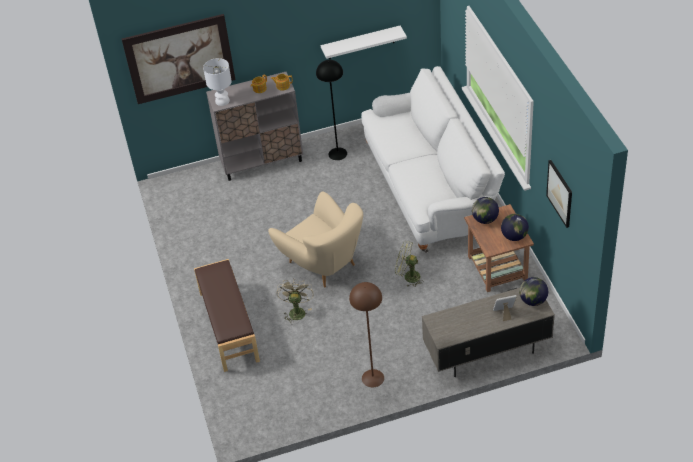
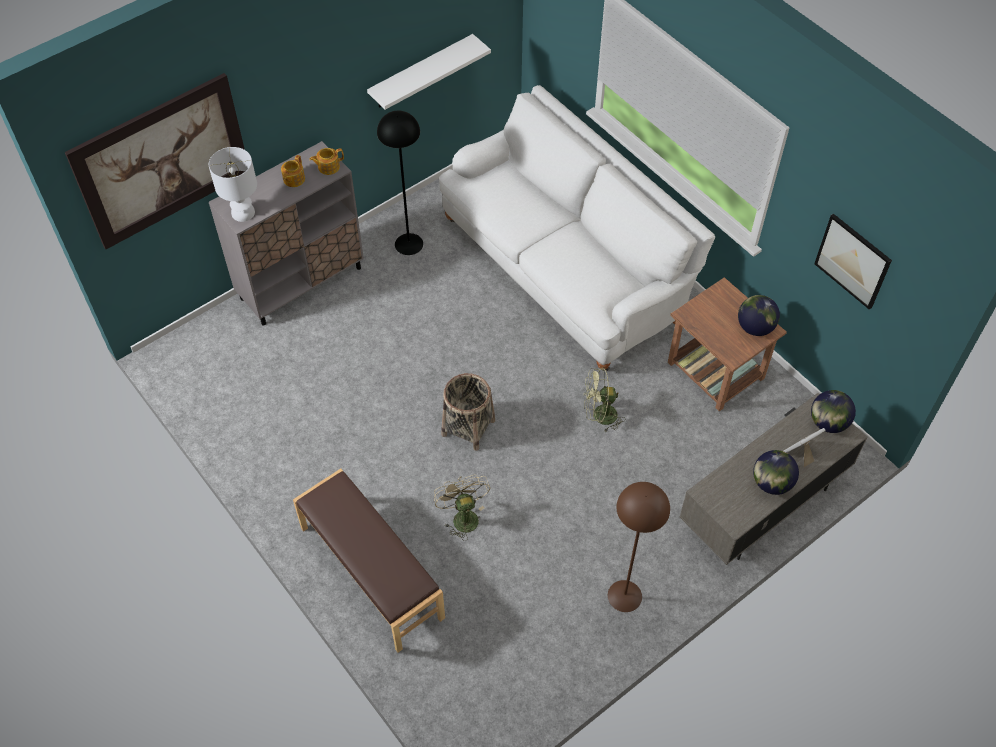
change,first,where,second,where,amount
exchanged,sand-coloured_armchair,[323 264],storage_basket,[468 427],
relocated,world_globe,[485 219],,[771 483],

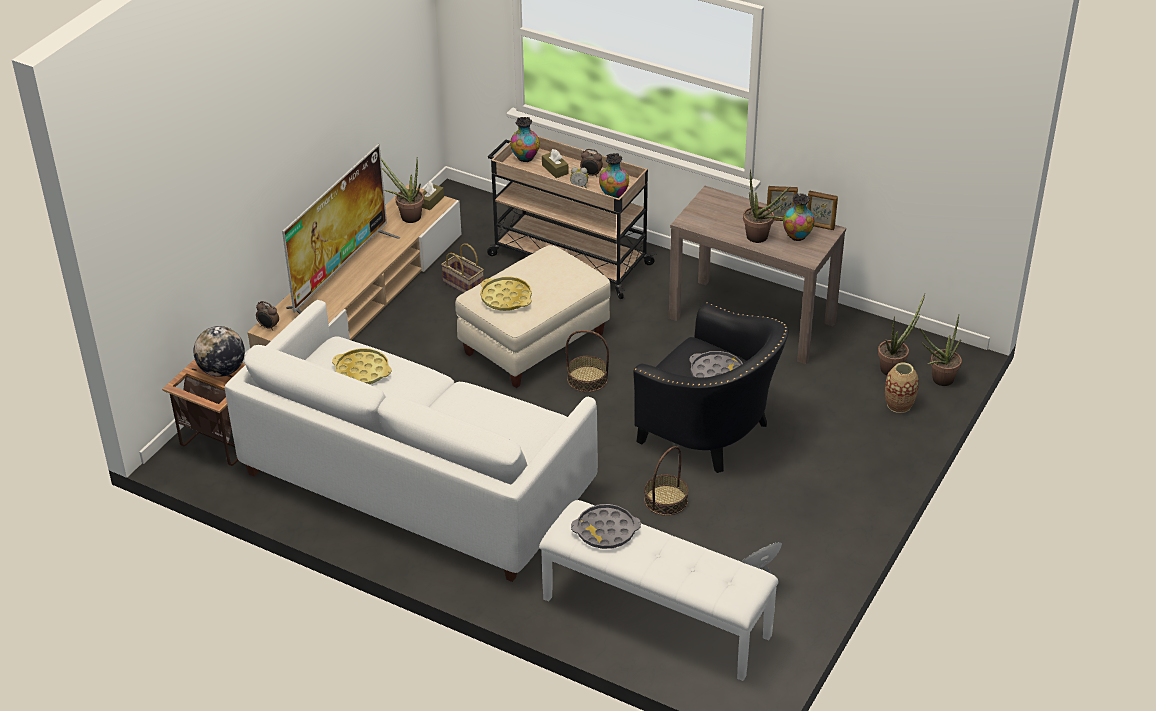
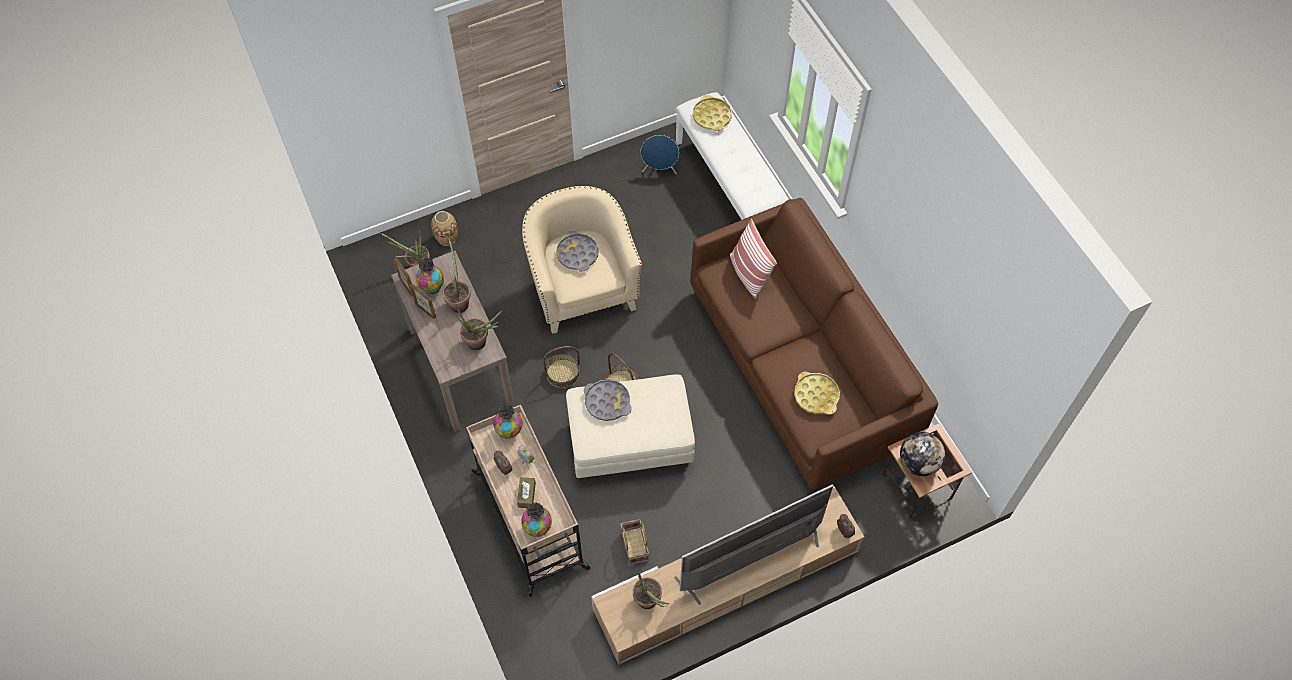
change,first,where,second,where,amount
missing,brownish_tissue_holder,[431 201],,,
relocated,yellowish_tray,[506 298],,[711 116],
colour,white_sofa,[416 481],brownish_sofa,[801 366],
colour,blackish_armchair,[711 433],sand-coloured_armchair,[582 288],
relocated,plant_in_a_pot,[938 380],,[481 343],
relocated,storage_basket,[666 500],,[563 373],
relocated,grey_tray,[606 531],,[607 402],
appeared,,,throw_pillow,[748 274],

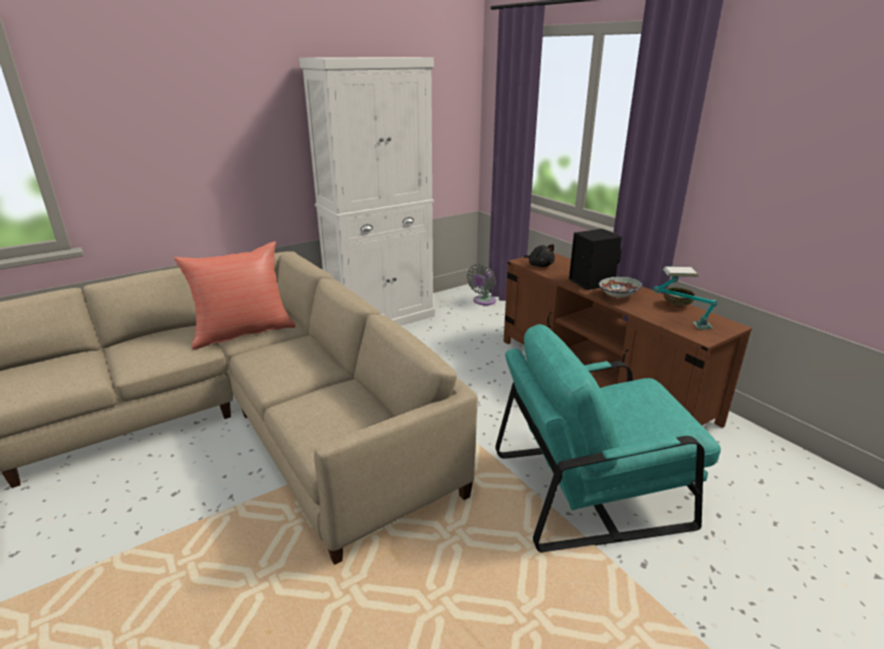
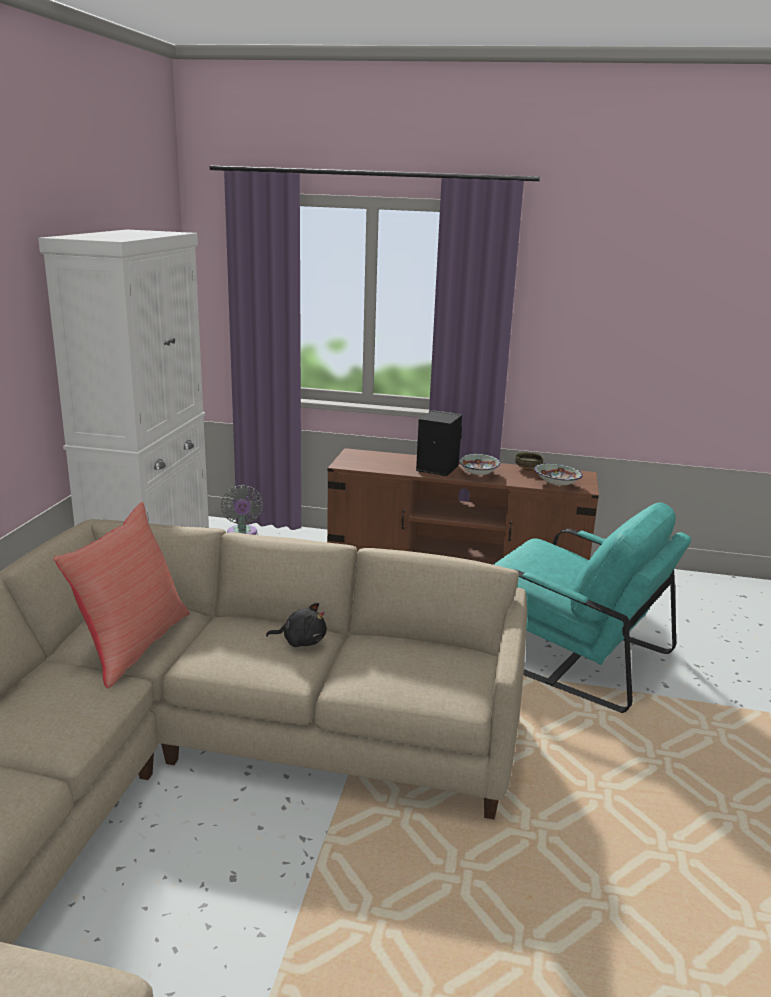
change,first,where,second,where,amount
relocated,blackish_plush_toy,[539 265],,[301 641],
exchanged,table_lamp,[679 325],deep_dish,[556 484],
spun,blue-green_armchair,[593 487],,[571 653],90 degrees counterclockwise

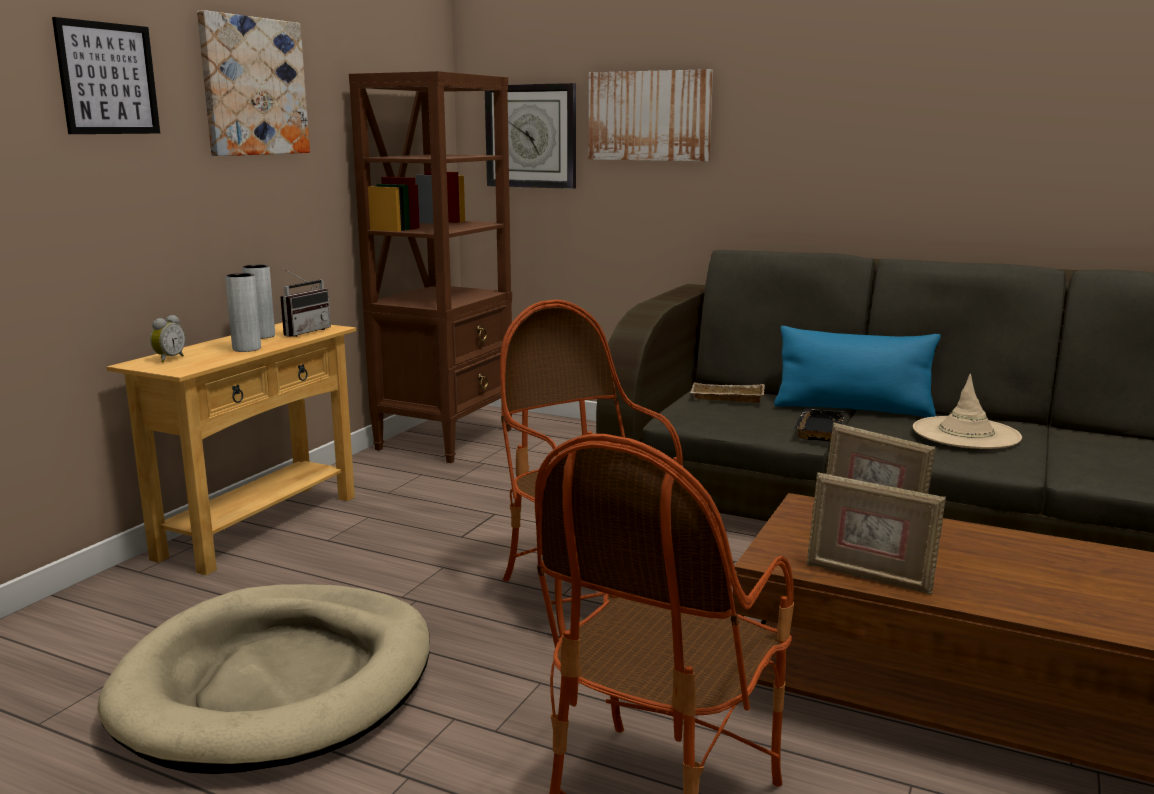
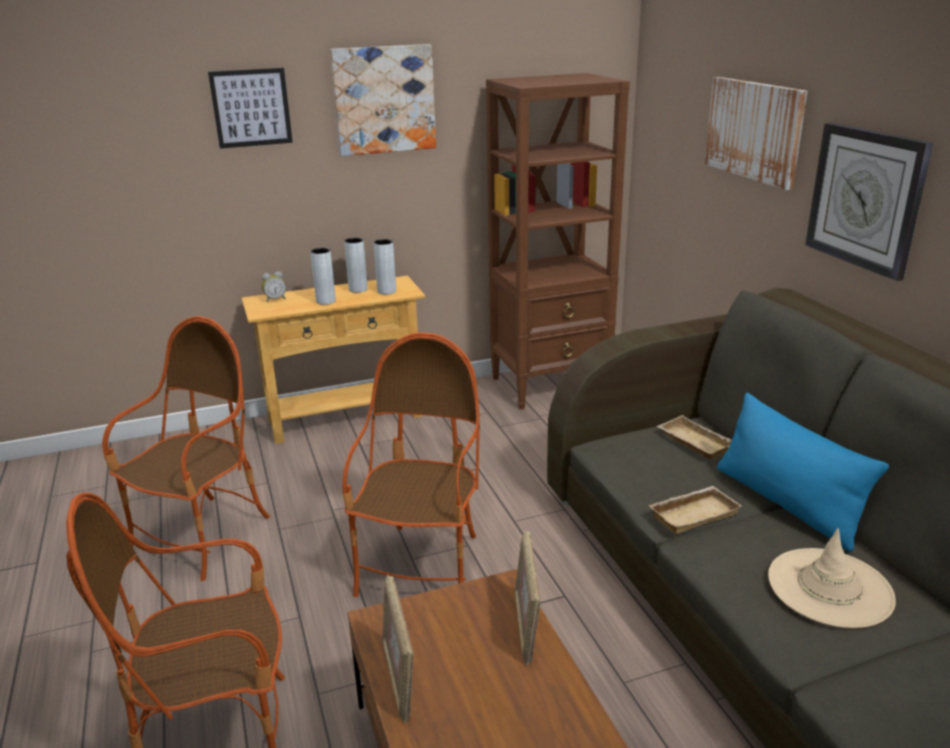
change,first,where,second,where,amount
relocated,hanging_clock,[531 136],,[865 198],
exchanged,radio,[303 332],grey_flower_vase,[386 291],
colour,blackish_tray,[817 429],sand-coloured_tray,[693 513],
exchanged,sand-coloured_pet_bed,[278 683],armchair,[202 537],

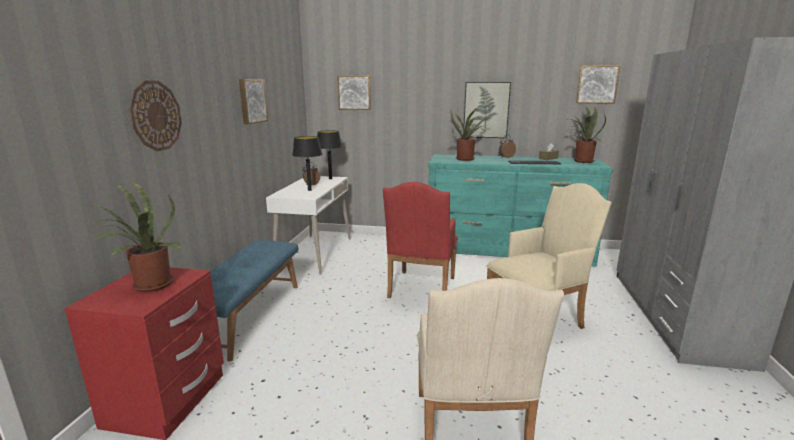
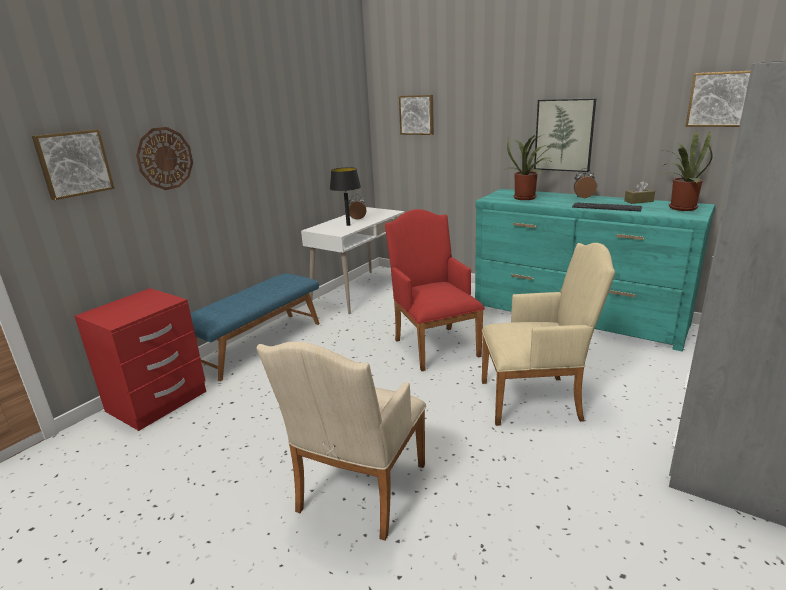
change,first,where,second,where,amount
relocated,picture,[252 101],,[73 163],
missing,blackish_table_lamp,[330 178],,,
missing,plant_in_a_pot,[149 286],,,
spun,reddish_armchair,[420 289],,[434 345],120 degrees clockwise

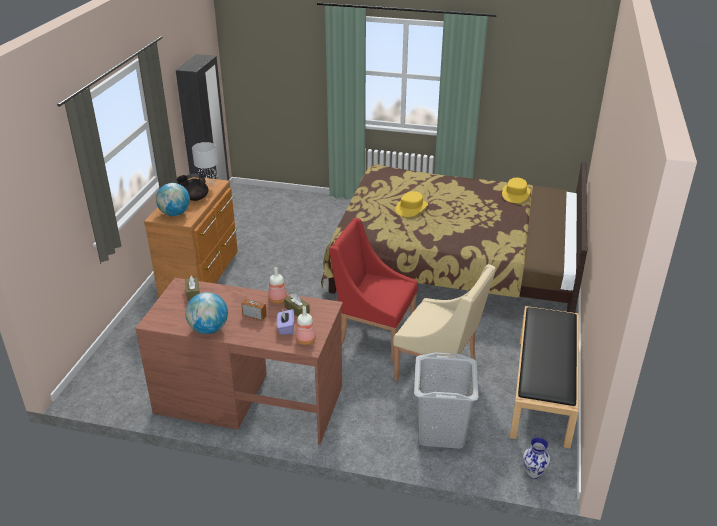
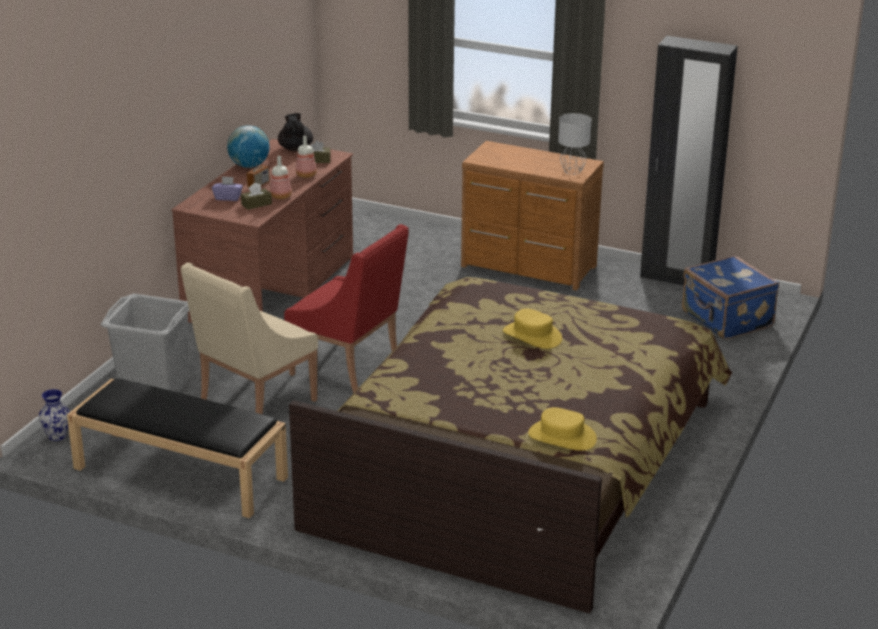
change,first,where,second,where,amount
relocated,blackish_tea_pot,[195 198],,[295 148],
missing,world_globe,[175 214],,,
spun,reddish_armchair,[373 335],,[349 369],90 degrees clockwise
relocated,drink_bottle,[305 340],,[307 175],
appeared,,,bluish_travel_case,[726 320],

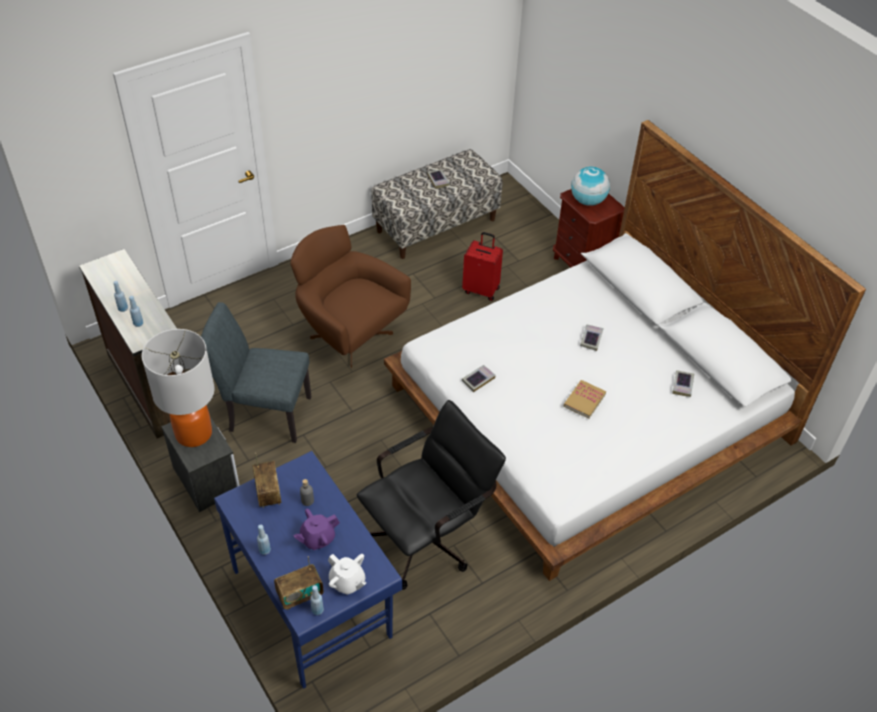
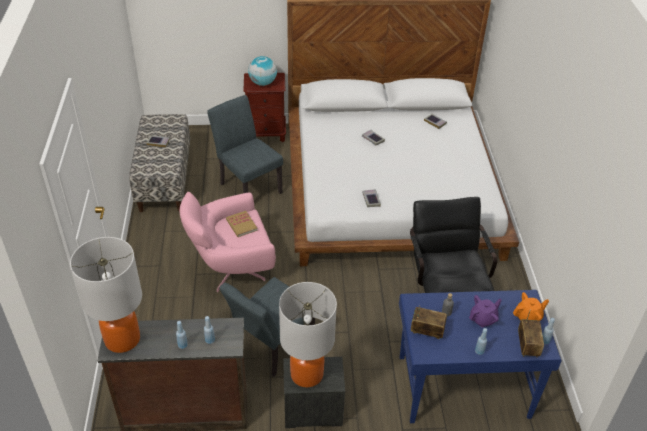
change,first,where,second,where,amount
colour,brownish_armchair,[349 334],pink-coloured_armchair,[231 269],
exchanged,reddish_travel_case,[481 290],grey_chair,[248 186],
relocated,bound_book,[584 400],,[241 225],
spun,purple-coloured_tea_pot,[317 538],,[483 319],120 degrees counterclockwise
colour,white_tea_pot,[347 582],orange-coloured_tea_pot,[528 317],
appeared,,,table_lamp,[122 339],

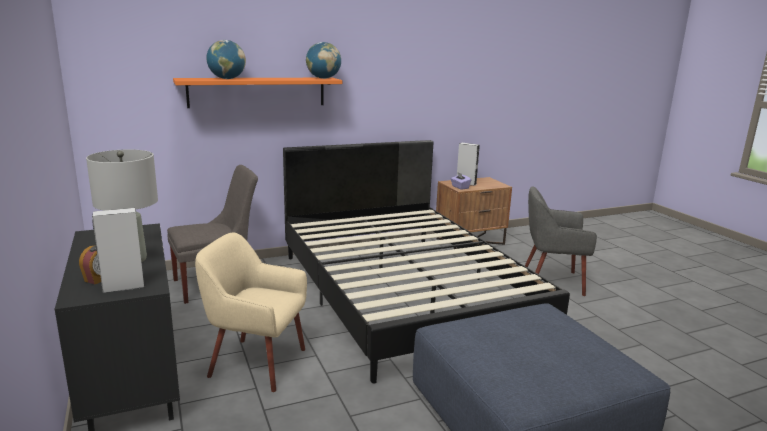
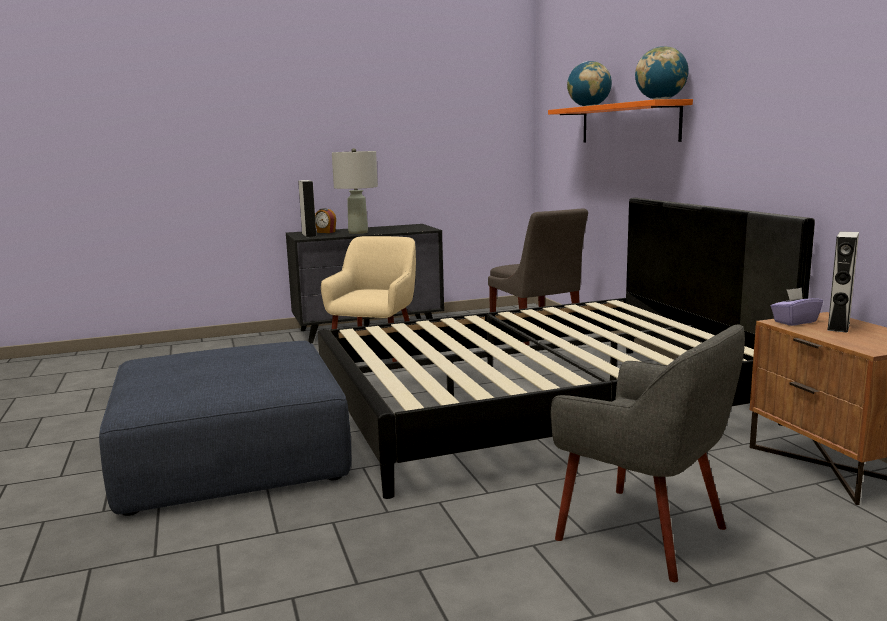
change,first,where,second,where,amount
spun,grey_armchair,[551 281],,[644 533],120 degrees clockwise

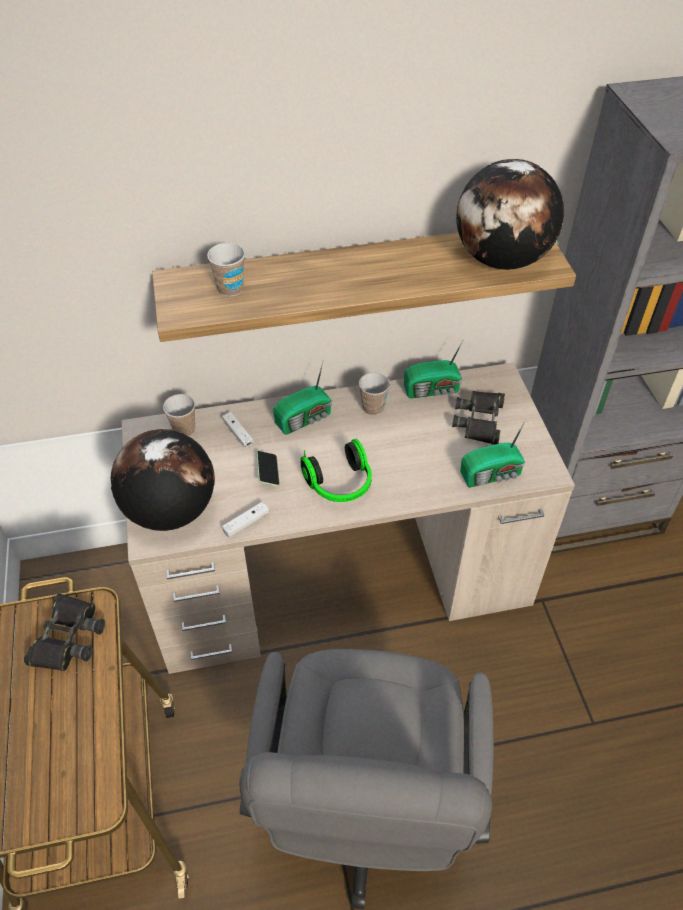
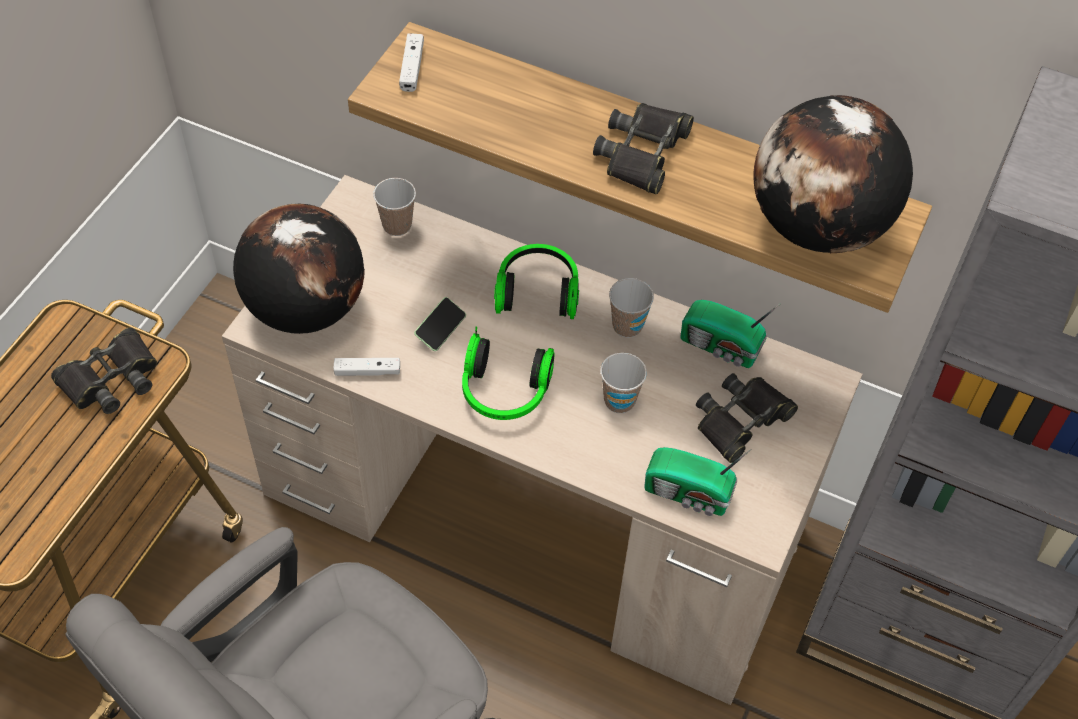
change,first,where,second,where,amount
relocated,cup,[230 289],,[619 401],
exchanged,radio,[305 419],headset,[537 292],
relocated,white_joypad,[238 433],,[412 68],
appeared,,,blackish_field_glasses,[643 153],

